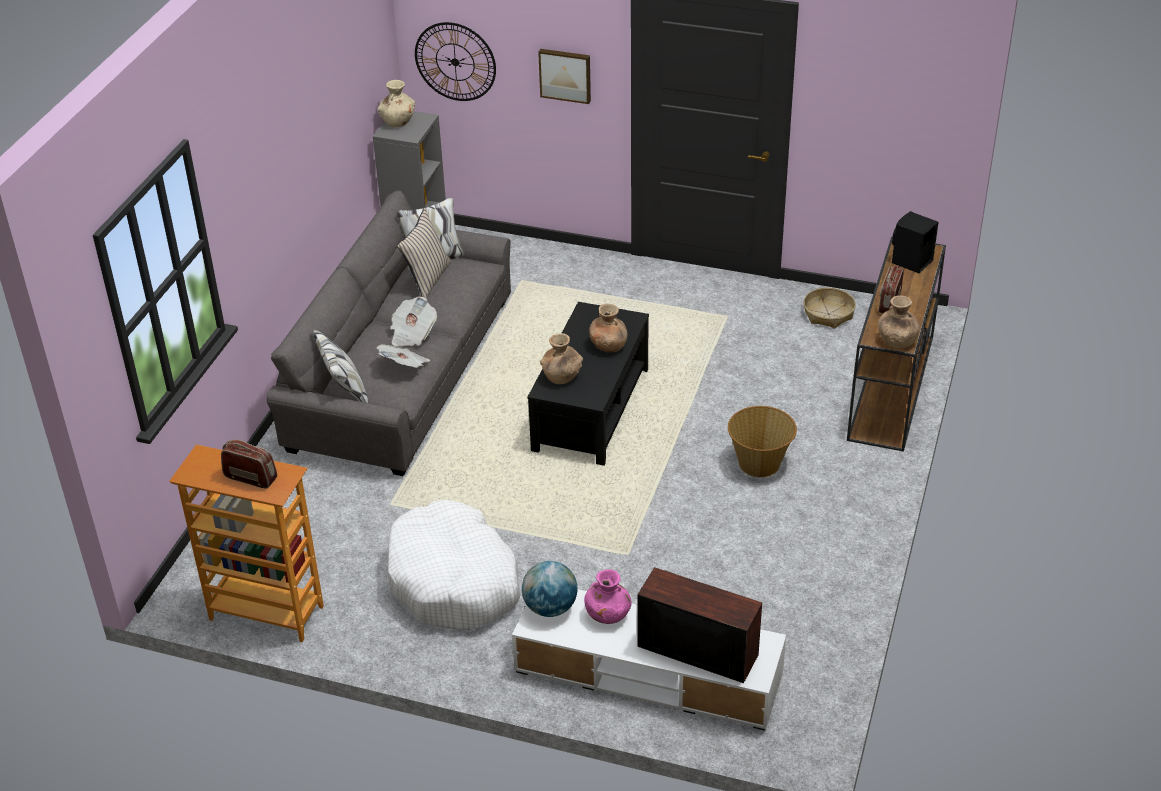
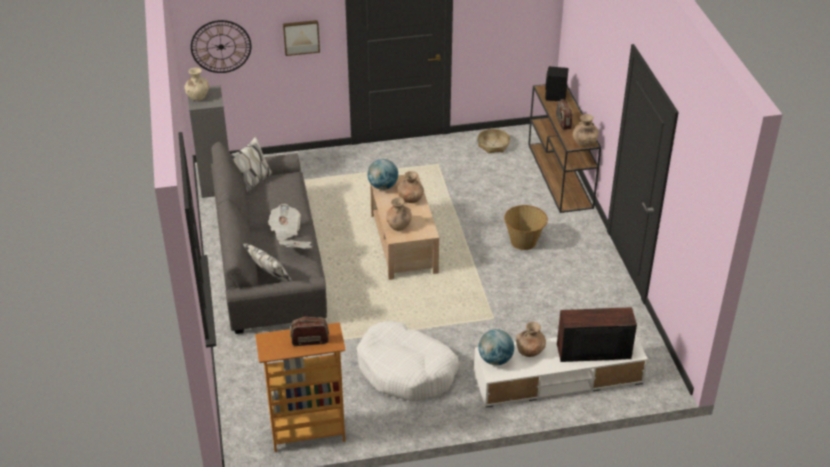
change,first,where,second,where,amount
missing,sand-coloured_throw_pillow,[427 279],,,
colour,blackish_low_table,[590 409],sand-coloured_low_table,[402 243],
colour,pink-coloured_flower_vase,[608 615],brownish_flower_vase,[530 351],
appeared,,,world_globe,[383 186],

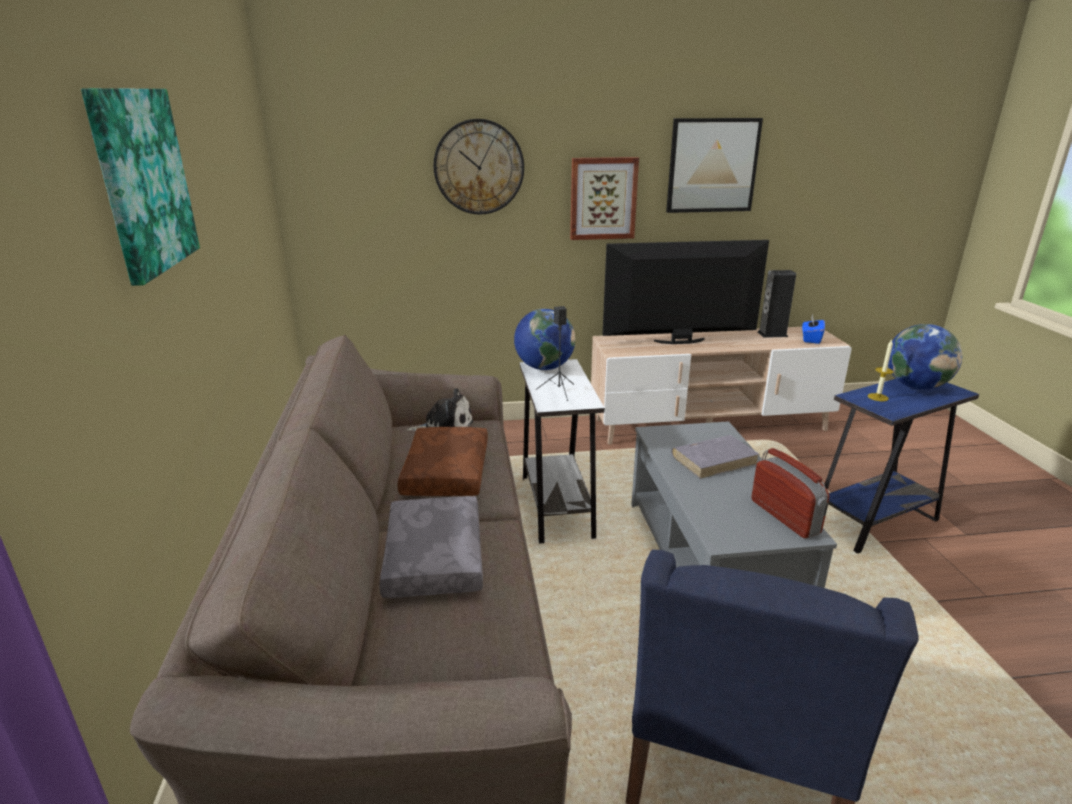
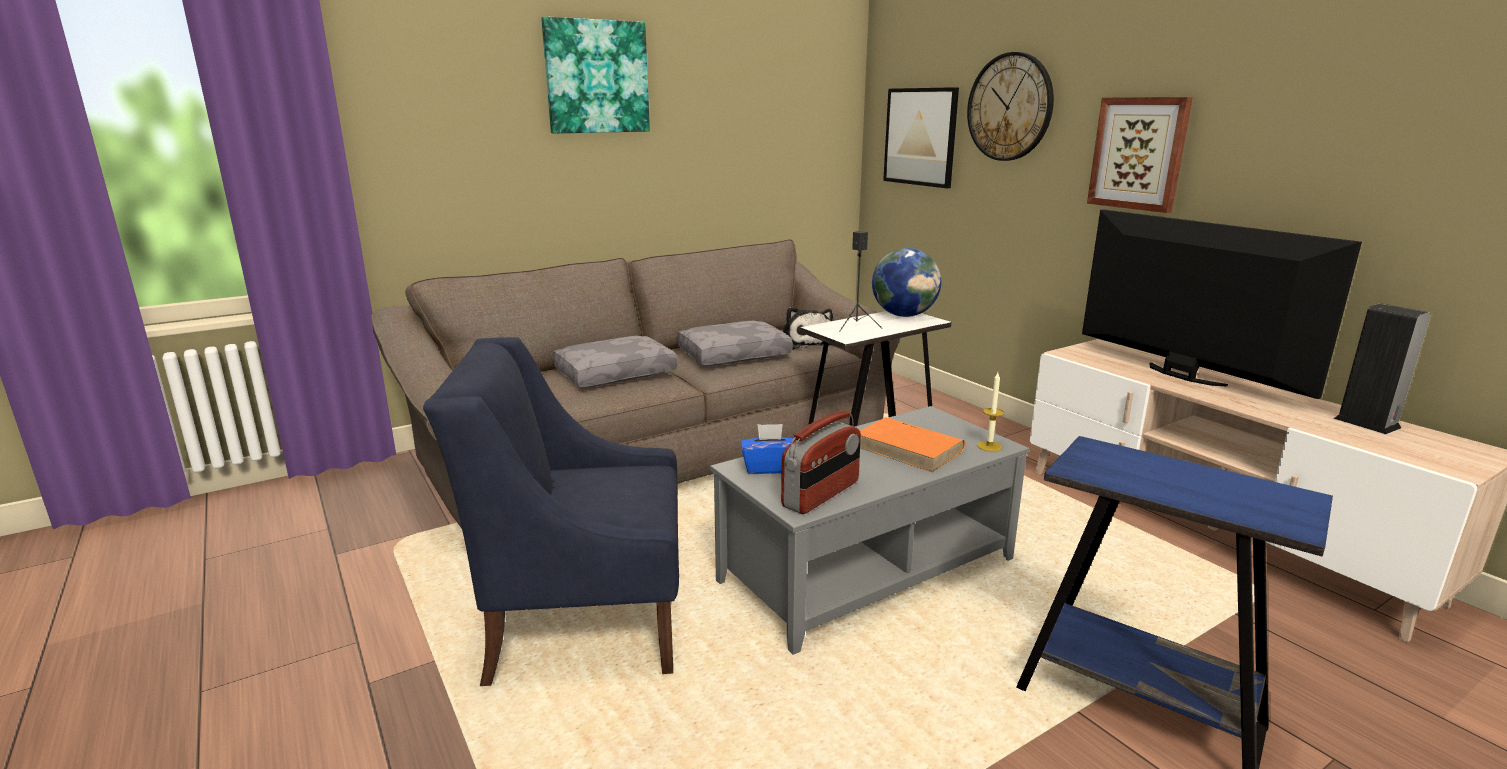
change,first,where,second,where,amount
relocated,picture,[712 165],,[920 137],
relocated,bluish_tissue_holder,[811 339],,[769 467],
missing,world_globe,[915 386],,,
relocated,wax_candle,[878 397],,[989 446],
colour,brownish_throw_pillow,[444 472],grey_throw_pillow,[734 355],
colour,grey_bound_book,[714 459],orange-coloured_bound_book,[909 449],

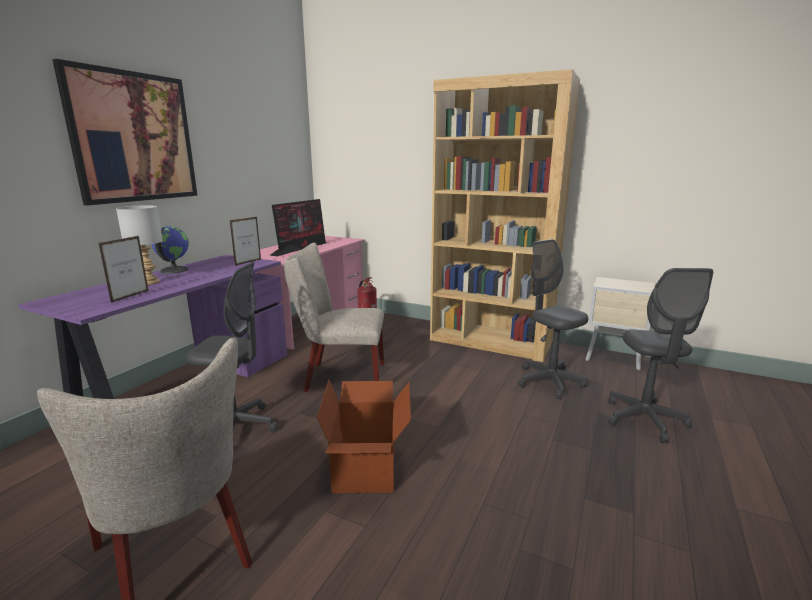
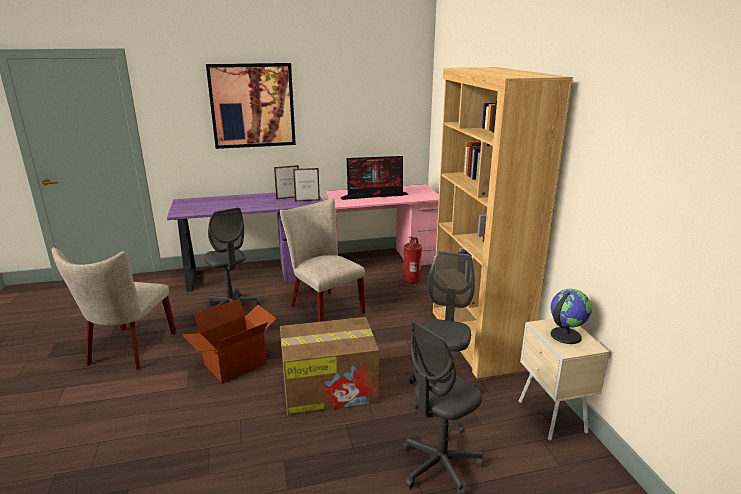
change,first,where,second,where,amount
missing,grey_table_lamp,[150 282],,,
relocated,world_globe,[174 270],,[565 335],
relocated,standing_frame,[130 296],,[288 198],
appeared,,,cardboard_box,[331 389],

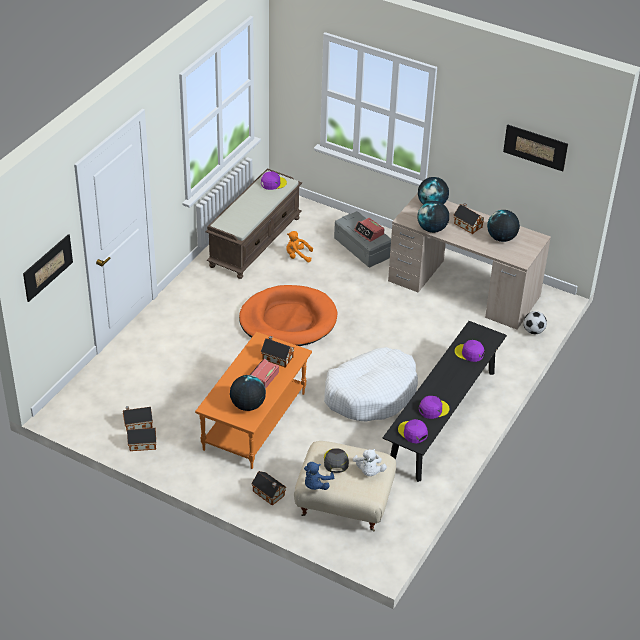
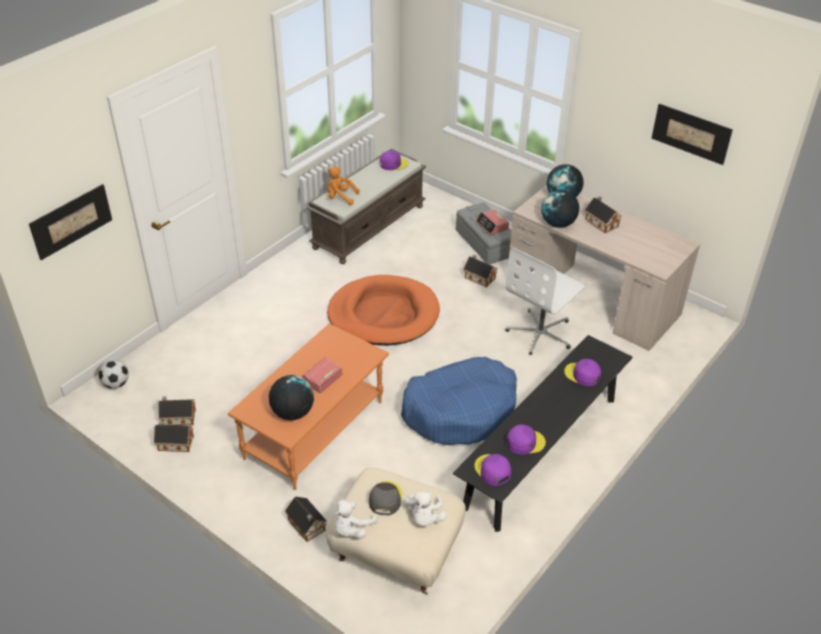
change,first,where,second,where,amount
missing,world_globe,[501 238],,,
relocated,orange-coloured_plush_toy,[297 256],,[340 197],
relocated,football_ball,[533 331],,[116 384],
relocated,model_house,[277 357],,[479 277],
colour,white_pet_bed,[371 393],bluish_pet_bed,[461 410],
colour,bluish_plush_toy,[316 485],white_plush_toy,[352 529],
appeared,,,white_computer_chair,[541 333],

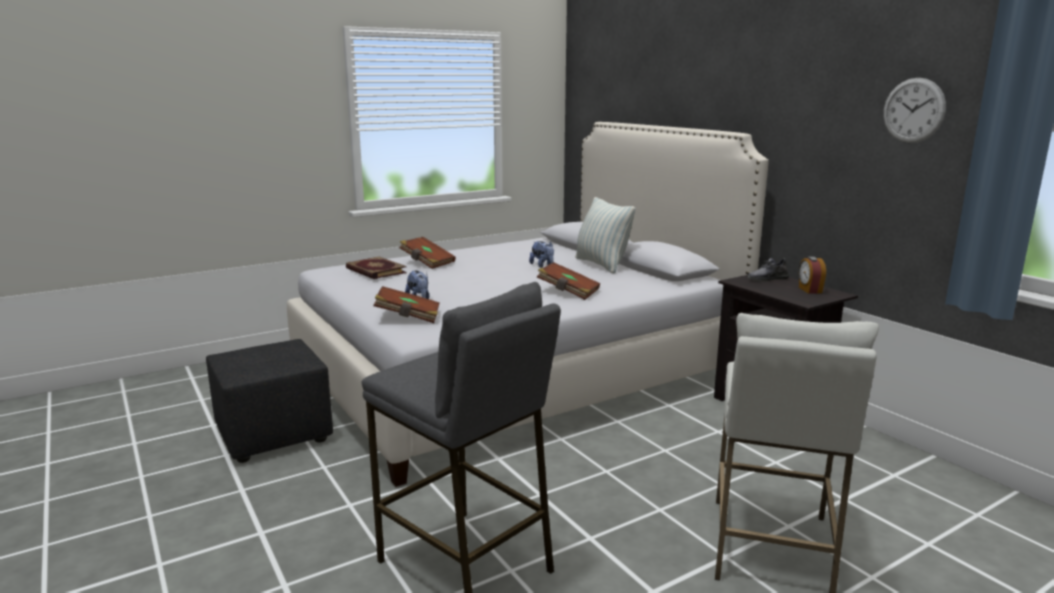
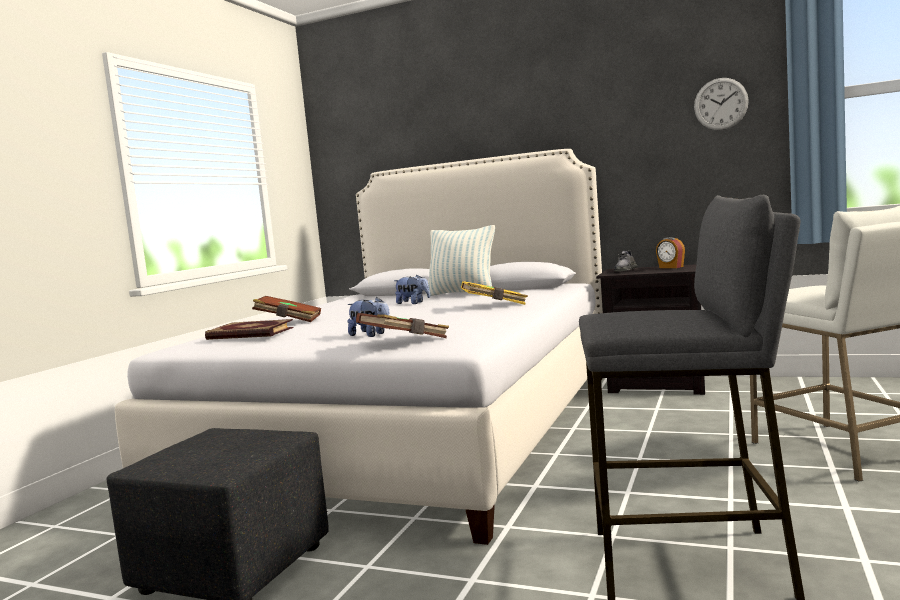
change,first,where,second,where,amount
colour,brownish_bound_book,[568 292],yellowish_bound_book,[494 305],

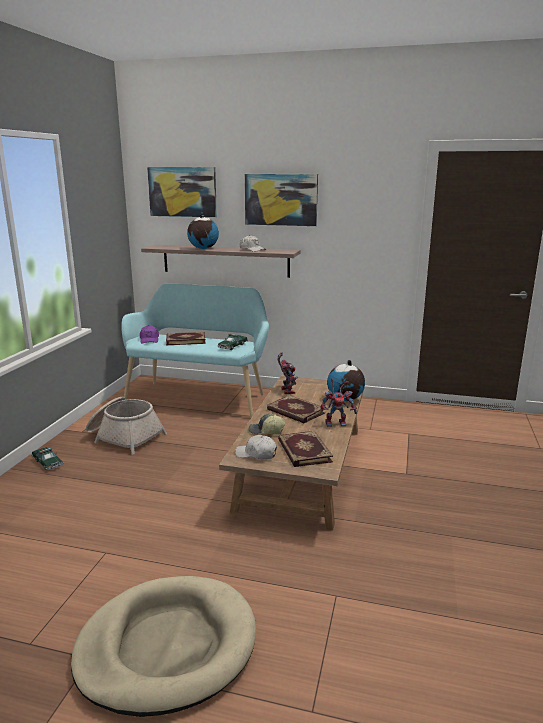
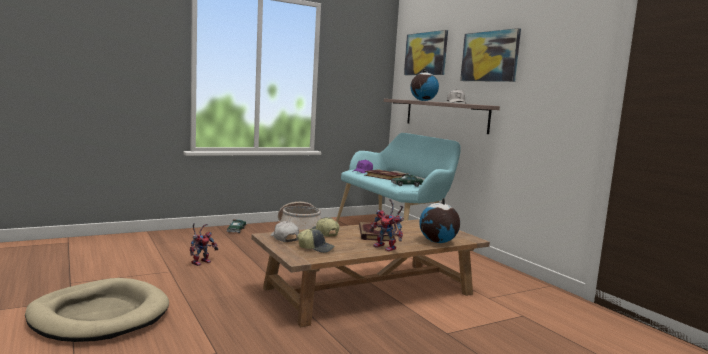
change,first,where,second,where,amount
relocated,toy_robot,[286 390],,[201 262],
exchanged,bound_book,[303 451],cap,[316 248],

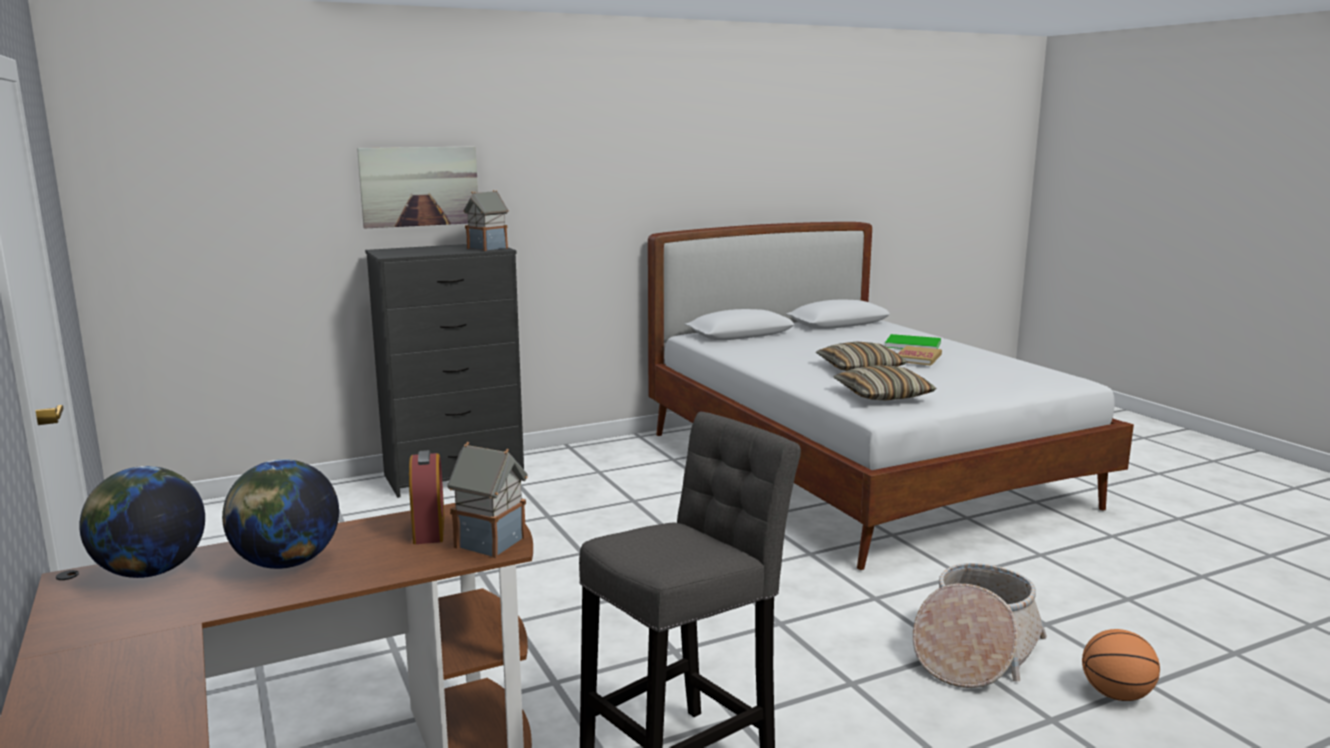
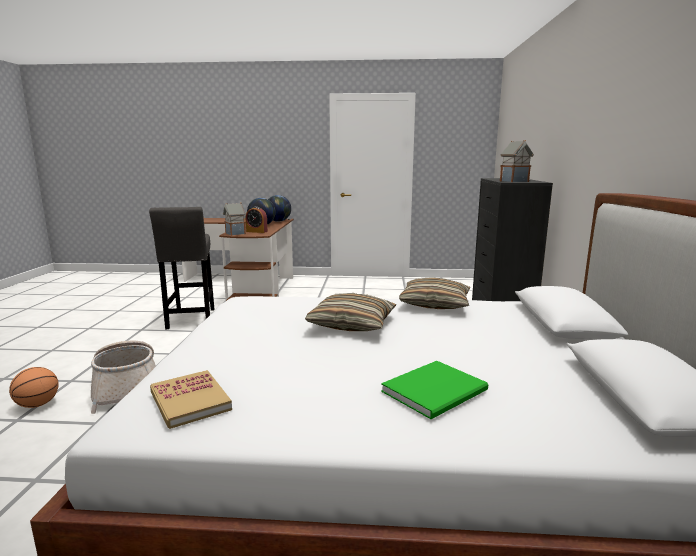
change,first,where,second,where,amount
missing,picture,[419 186],,,
relocated,bound_book,[918 358],,[190 401],
relocated,throw_pillow,[883 395],,[435 304],

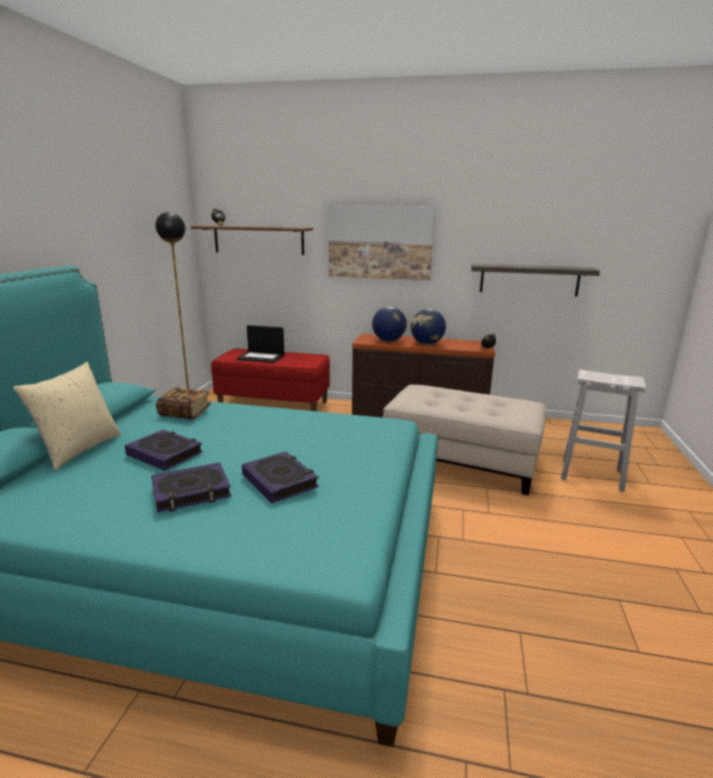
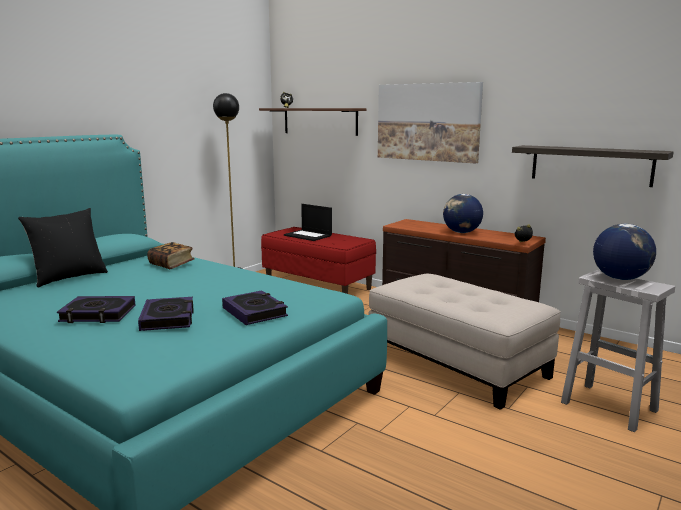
change,first,where,second,where,amount
relocated,world_globe,[388 340],,[620 278],
colour,sand-coloured_throw_pillow,[79 449],blackish_throw_pillow,[69 277],
relocated,bound_book,[165 454],,[255 312],

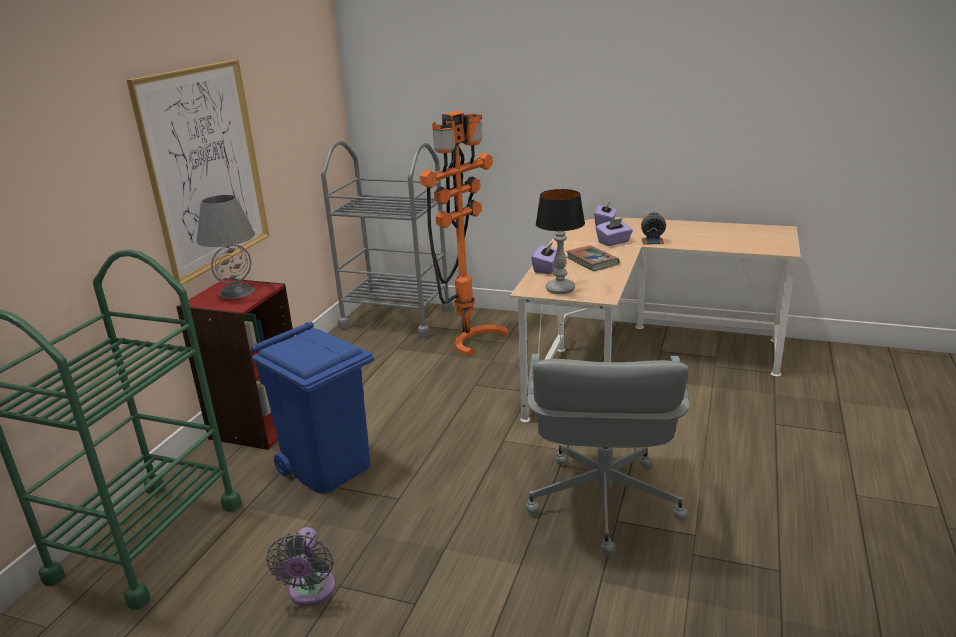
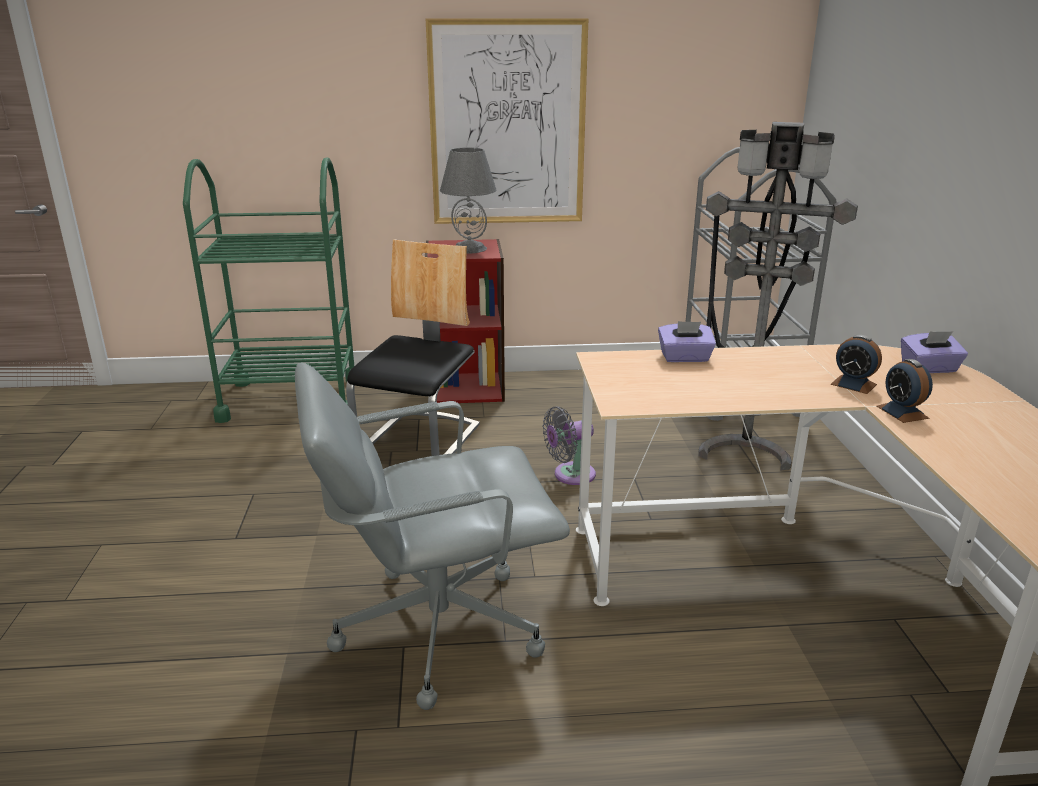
change,first,where,second,where,amount
colour,orange-coloured_standing_lamp,[469 337],grey_standing_lamp,[745 446],
missing,table_lamp,[560 290],,,
exchanged,purple-coloured_tissue_holder,[614 242],bedside_clock,[853 384],
missing,bound_book,[592 261],,,
exchanged,bluish_trash_can,[328 467],chair,[420 439],
relocated,grey_electric_fan,[311 592],,[570 475],

